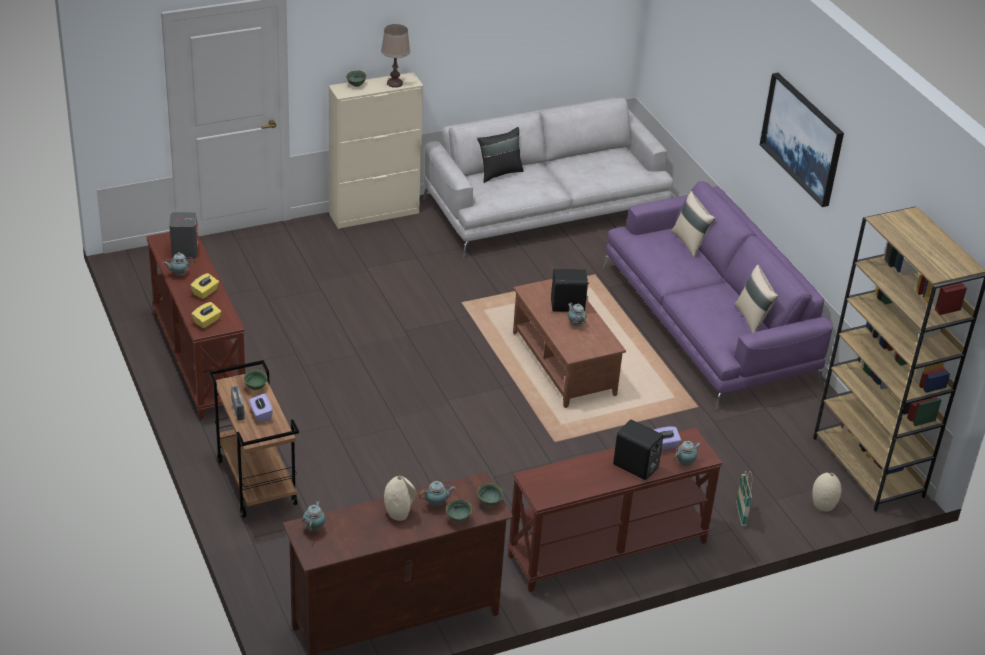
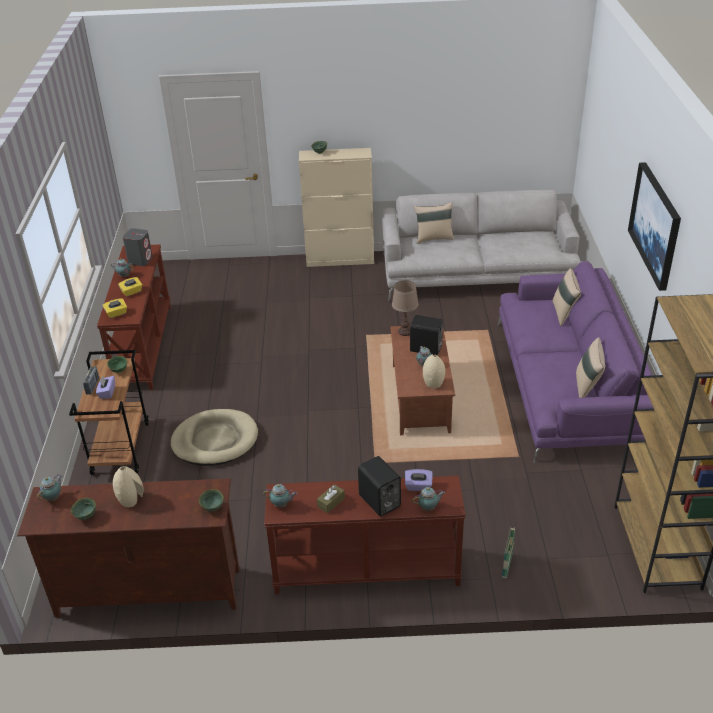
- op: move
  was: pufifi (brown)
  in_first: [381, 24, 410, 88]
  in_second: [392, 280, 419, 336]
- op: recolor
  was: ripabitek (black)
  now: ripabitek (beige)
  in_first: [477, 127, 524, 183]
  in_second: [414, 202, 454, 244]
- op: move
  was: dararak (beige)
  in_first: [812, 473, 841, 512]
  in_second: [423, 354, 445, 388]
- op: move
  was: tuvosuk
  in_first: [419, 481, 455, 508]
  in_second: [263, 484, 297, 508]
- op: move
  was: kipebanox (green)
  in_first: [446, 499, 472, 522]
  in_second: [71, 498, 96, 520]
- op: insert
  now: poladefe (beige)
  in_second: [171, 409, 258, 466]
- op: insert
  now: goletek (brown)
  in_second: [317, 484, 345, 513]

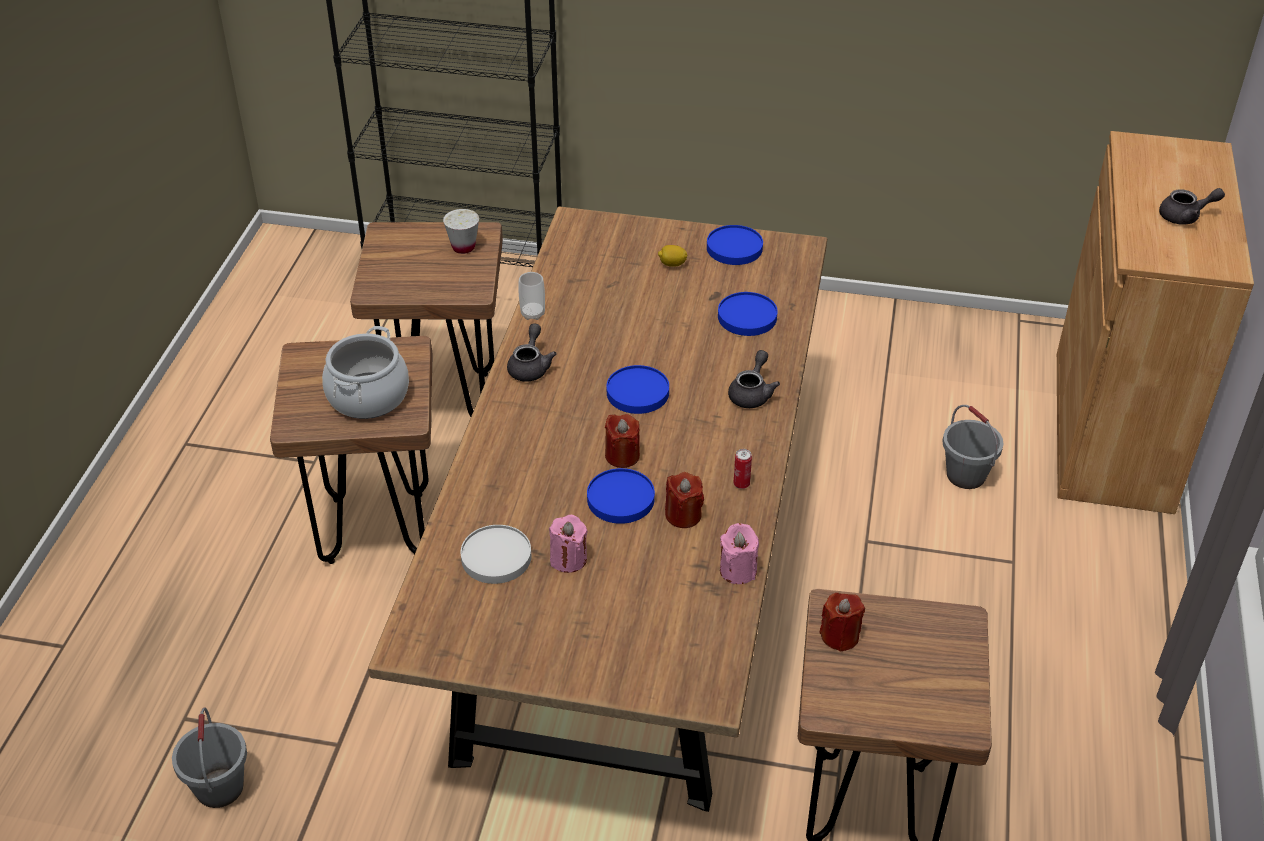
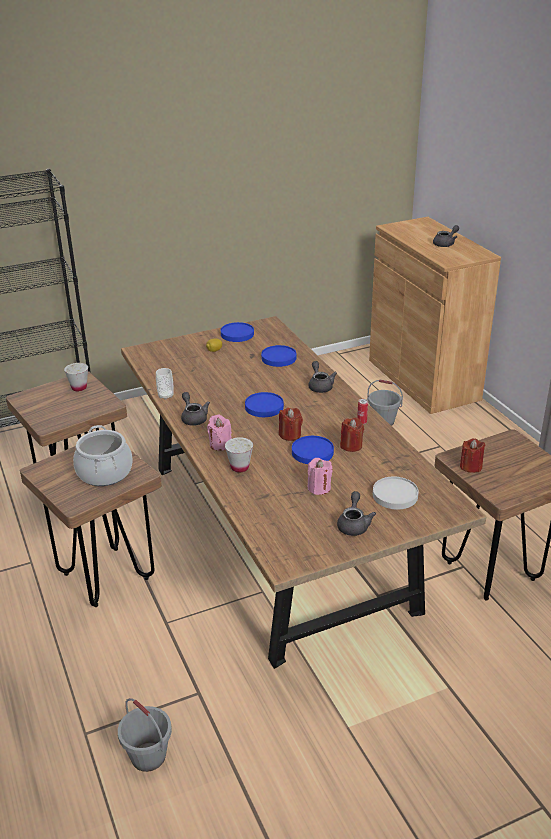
- op: move
  was: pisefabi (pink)
  in_first: [720, 523, 759, 584]
  in_second: [207, 415, 232, 451]
- op: move
  was: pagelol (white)
  in_first: [461, 525, 531, 584]
  in_second: [373, 477, 419, 510]
- op: insert
  now: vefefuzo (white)
  in_second: [225, 437, 253, 472]
- op: insert
  now: tuvosuk (grey)
  in_second: [337, 491, 376, 536]

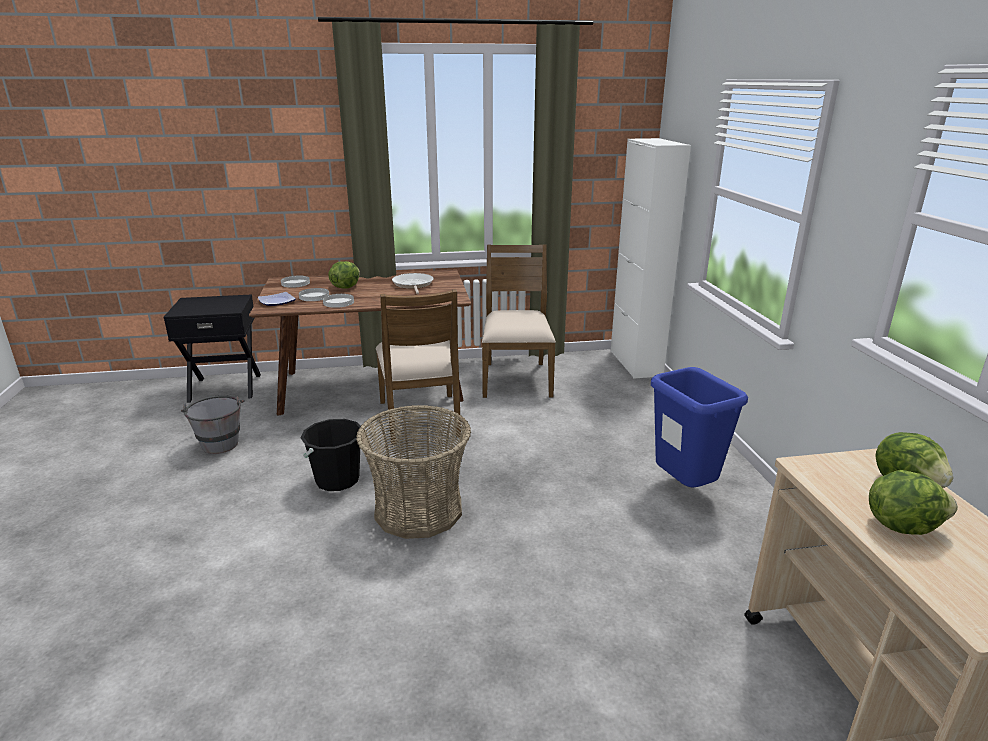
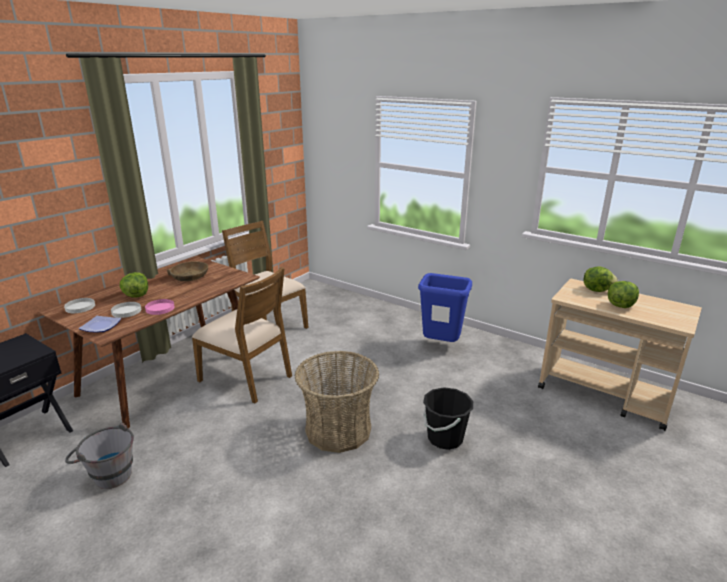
- op: delete
  was: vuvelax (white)
  in_first: [611, 138, 691, 379]
- op: replace
  was: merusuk
  now: kipebanox (brown)
  in_first: [392, 273, 434, 294]
  in_second: [167, 261, 208, 281]
- op: recolor
  was: pagelol (white)
  now: pagelol (pink)
  in_first: [323, 294, 354, 308]
  in_second: [145, 299, 175, 315]
- op: move
  was: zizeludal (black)
  in_first: [301, 419, 361, 491]
  in_second: [423, 387, 473, 450]

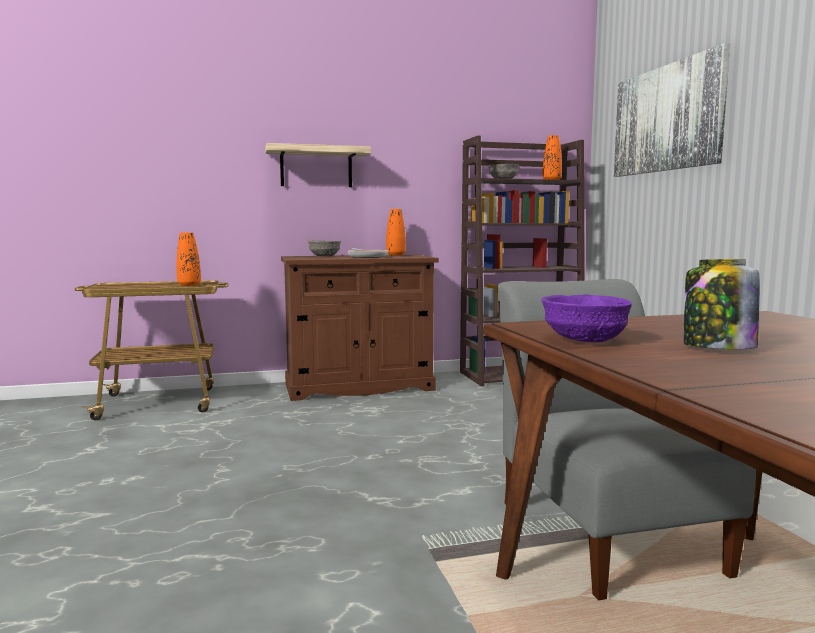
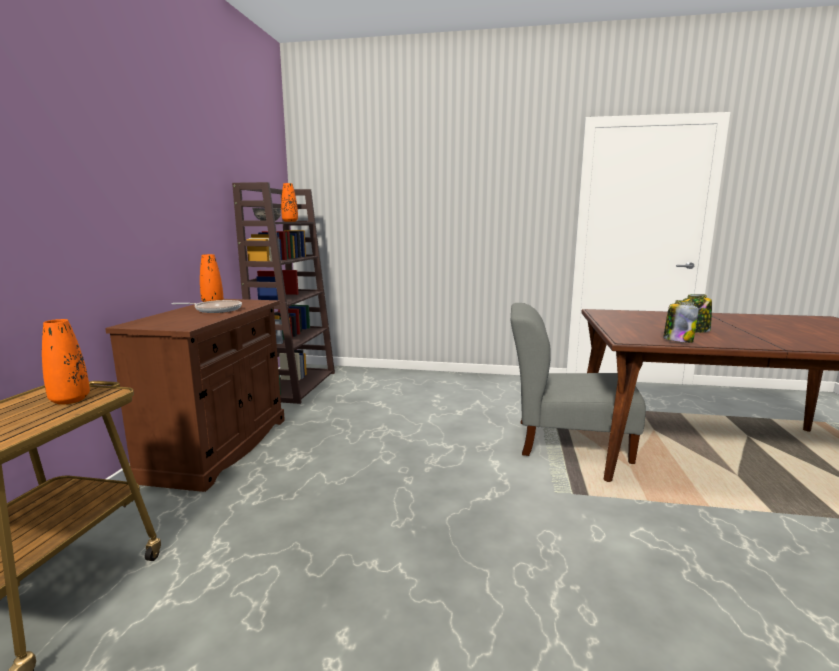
- op: delete
  was: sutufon
  in_first: [614, 43, 730, 177]
- op: delete
  was: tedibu
  in_first: [265, 143, 371, 187]
- op: delete
  was: kipebanox (grey)
  in_first: [308, 240, 341, 256]
- op: replace
  was: kipebanox (purple)
  now: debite
  in_first: [541, 294, 632, 342]
  in_second: [663, 300, 699, 343]

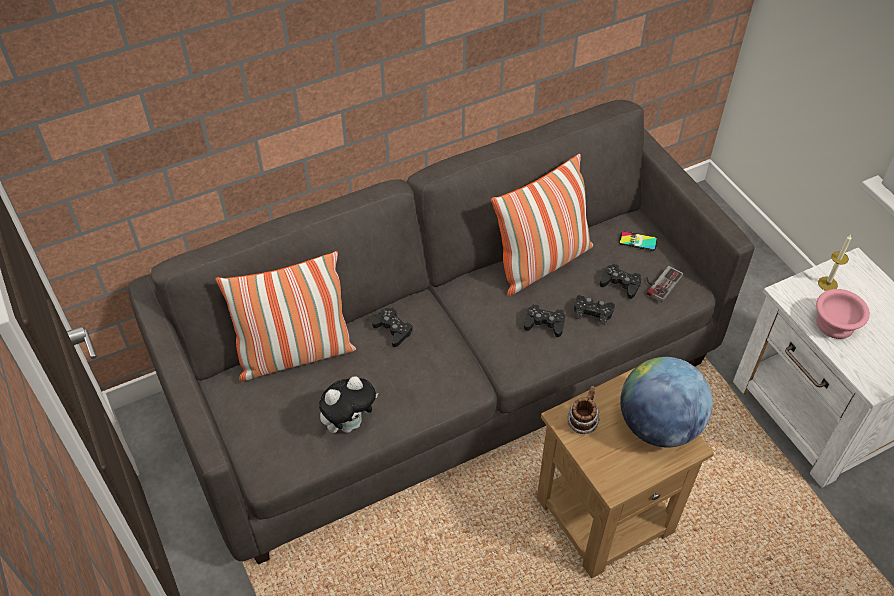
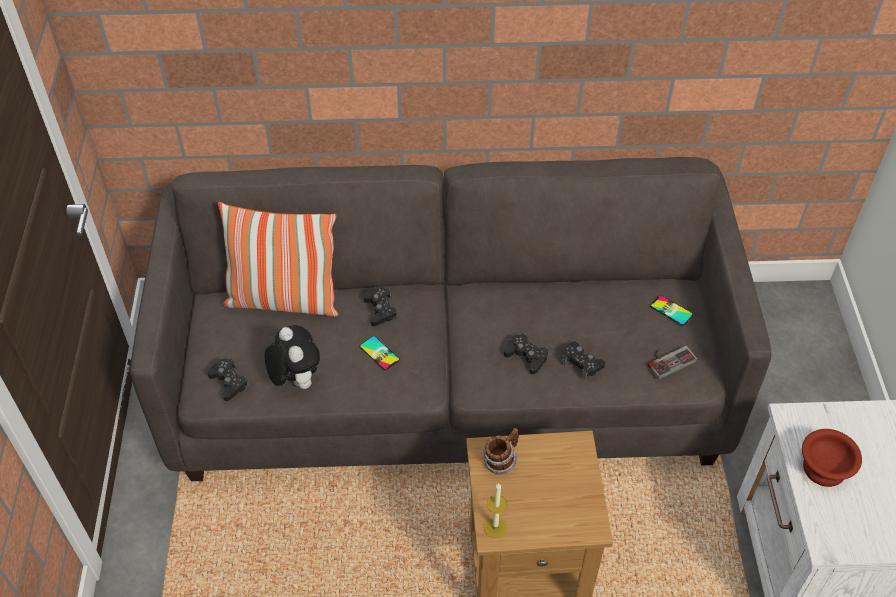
- op: delete
  was: ripabitek
  in_first: [491, 154, 593, 296]
- op: move
  was: pisefabi
  in_first: [818, 235, 851, 291]
  in_second: [484, 483, 508, 538]
- op: move
  was: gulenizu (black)
  in_first: [600, 264, 641, 299]
  in_second: [208, 358, 249, 401]
- op: recolor
  was: kipebanox (pink)
  now: kipebanox (brown)
  in_first: [816, 289, 870, 339]
  in_second: [802, 429, 862, 487]
- op: delete
  was: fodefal
  in_first: [620, 357, 713, 447]
- op: rotate
  was: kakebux
  in_first: [319, 376, 378, 433]
  in_second: [265, 325, 320, 389]
  clockwise: -105
- op: insert
  now: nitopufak
  in_second: [359, 336, 400, 370]

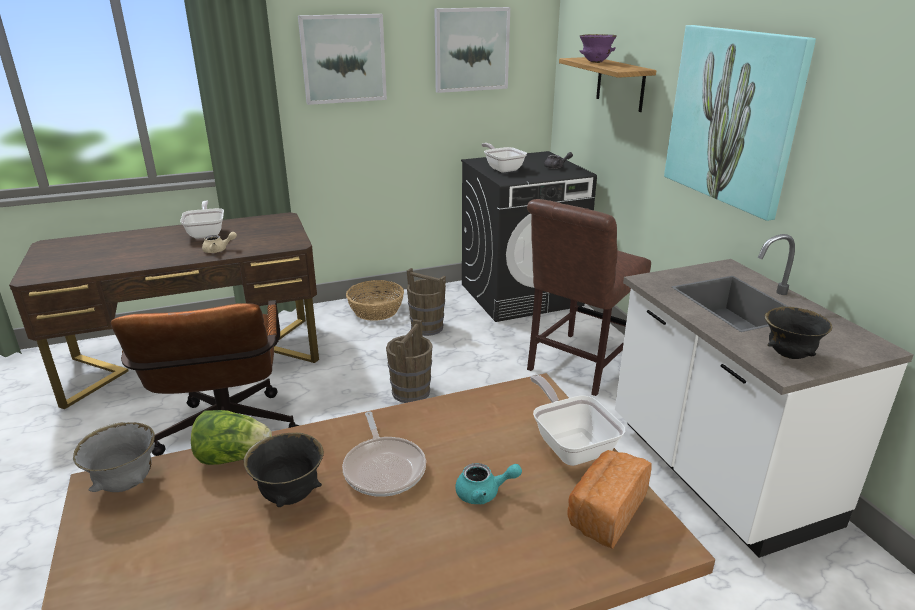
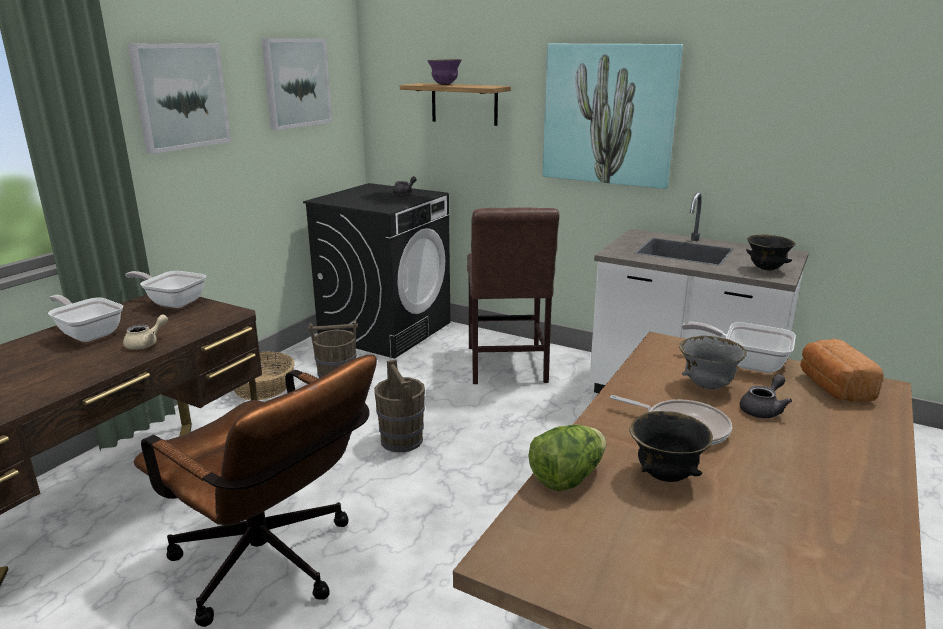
- op: move
  was: merusuk
  in_first: [481, 143, 527, 173]
  in_second: [125, 271, 206, 308]
- op: move
  was: kipebanox (grey)
  in_first: [73, 422, 155, 492]
  in_second: [679, 336, 747, 389]
- op: recolor
  was: tuvosuk (turquoise)
  now: tuvosuk (grey)
  in_first: [455, 463, 522, 504]
  in_second: [740, 374, 792, 418]

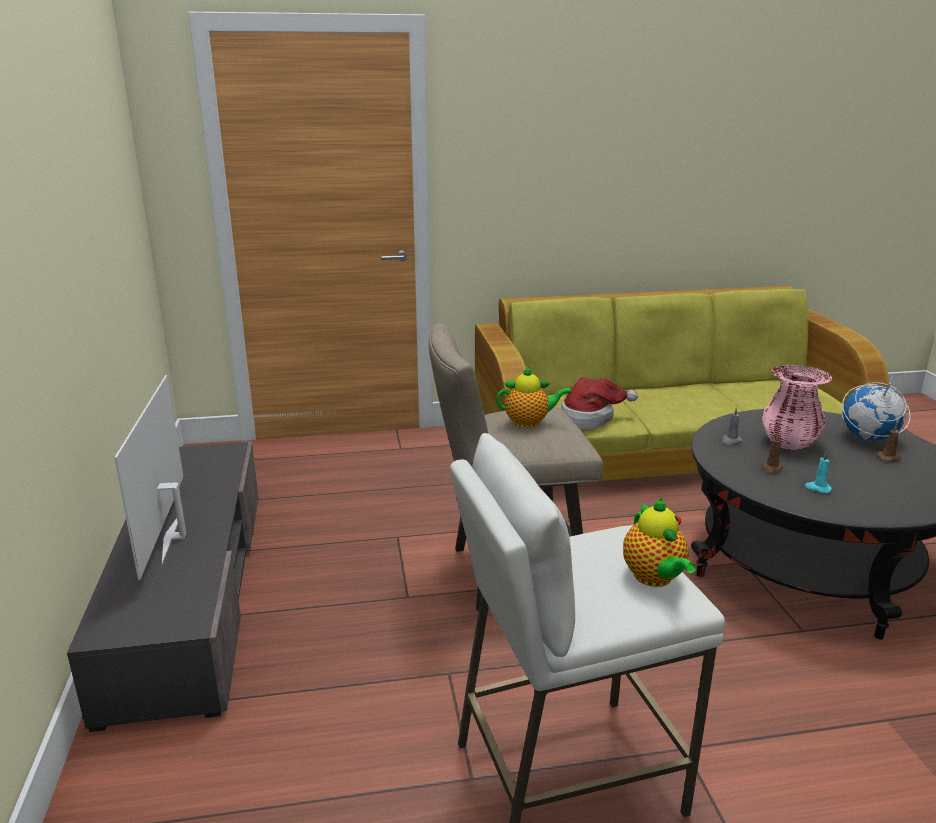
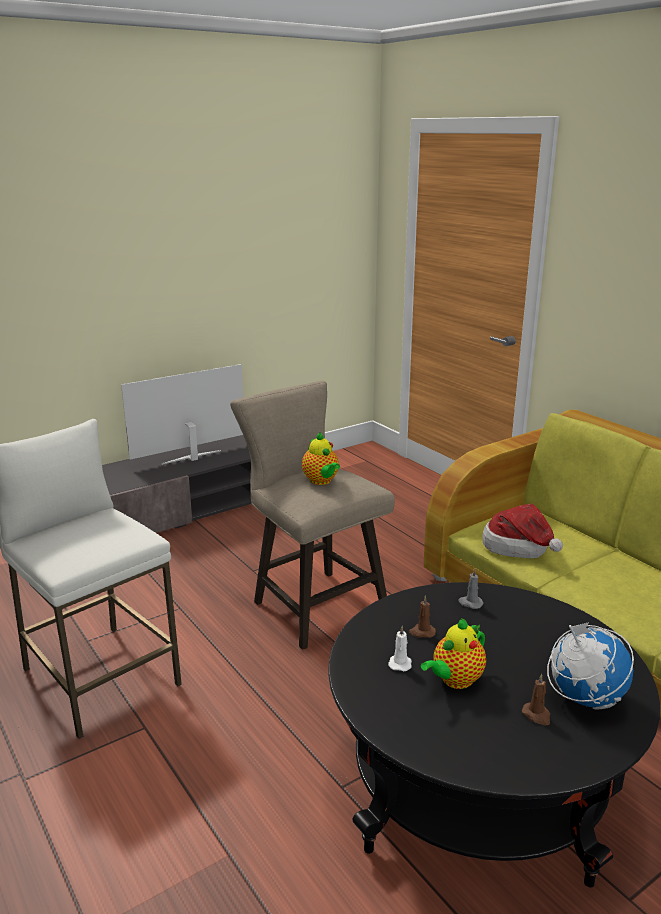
- op: delete
  was: dararak (pink)
  in_first: [762, 365, 832, 450]
- op: recolor
  was: pisefabi (turquoise)
  now: pisefabi (white)
  in_first: [805, 452, 832, 493]
  in_second: [388, 626, 412, 671]
- op: move
  was: tuvosuk
  in_first: [623, 498, 696, 587]
  in_second: [421, 618, 486, 689]

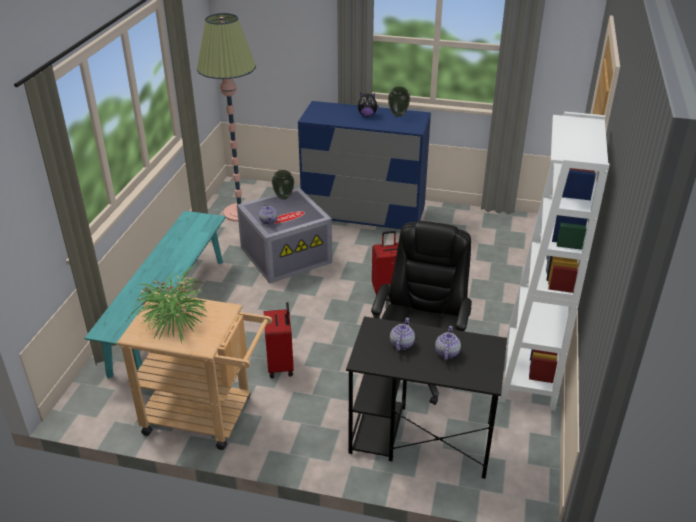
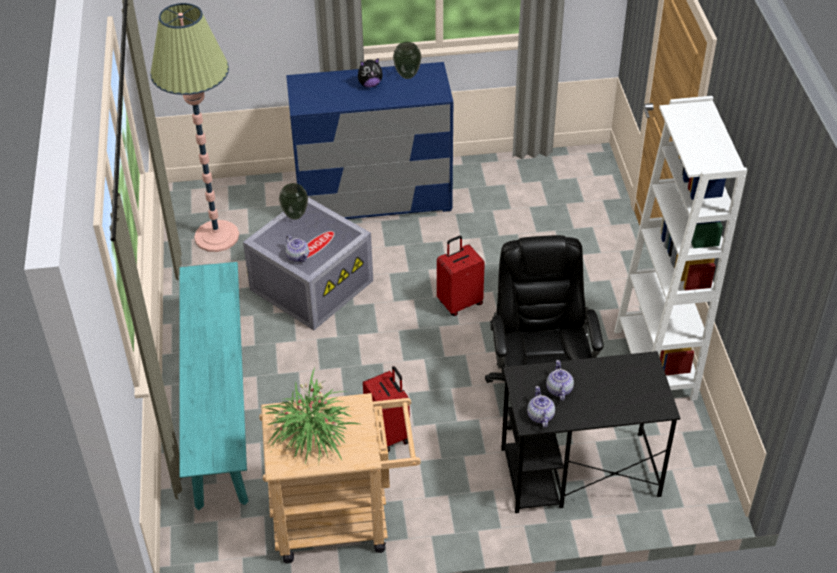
- op: move
  was: tuvosuk
  in_first: [435, 326, 461, 361]
  in_second: [527, 386, 555, 428]

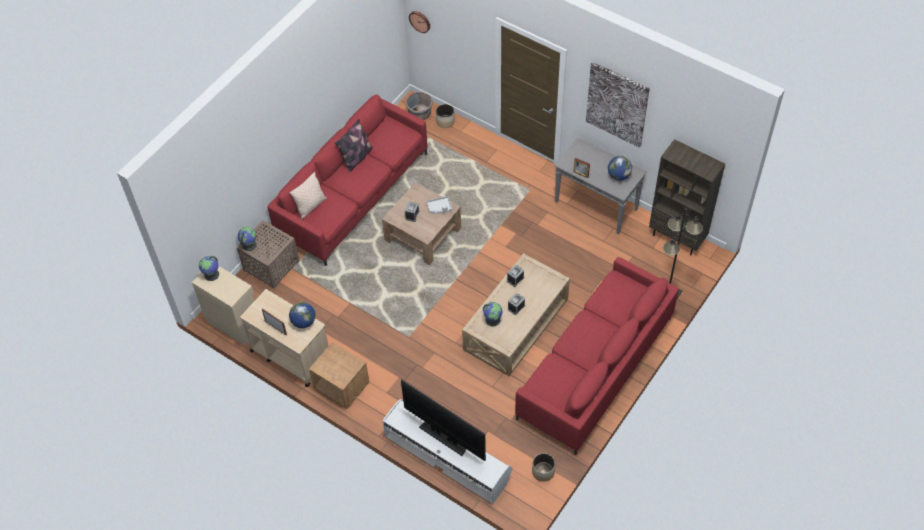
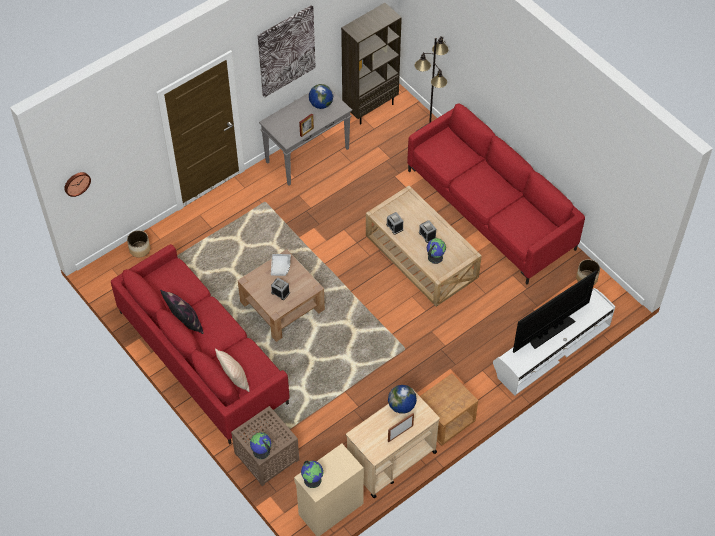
- op: delete
  was: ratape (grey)
  in_first: [406, 92, 433, 120]

